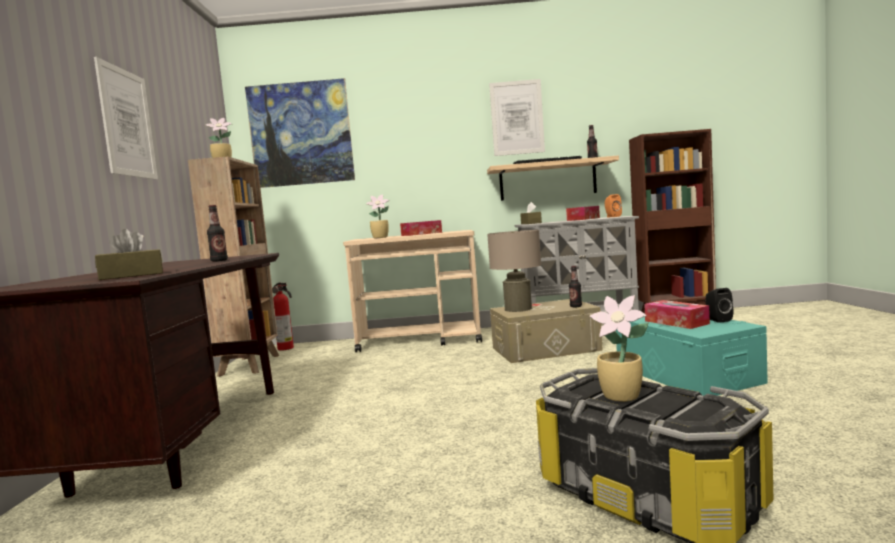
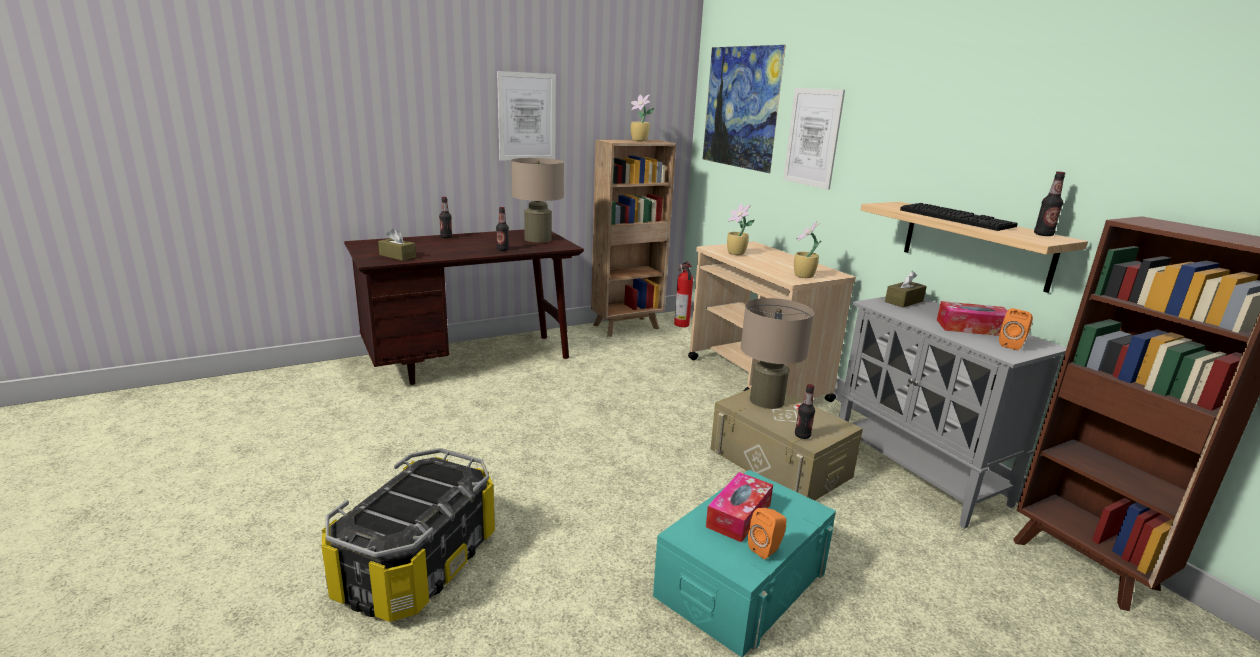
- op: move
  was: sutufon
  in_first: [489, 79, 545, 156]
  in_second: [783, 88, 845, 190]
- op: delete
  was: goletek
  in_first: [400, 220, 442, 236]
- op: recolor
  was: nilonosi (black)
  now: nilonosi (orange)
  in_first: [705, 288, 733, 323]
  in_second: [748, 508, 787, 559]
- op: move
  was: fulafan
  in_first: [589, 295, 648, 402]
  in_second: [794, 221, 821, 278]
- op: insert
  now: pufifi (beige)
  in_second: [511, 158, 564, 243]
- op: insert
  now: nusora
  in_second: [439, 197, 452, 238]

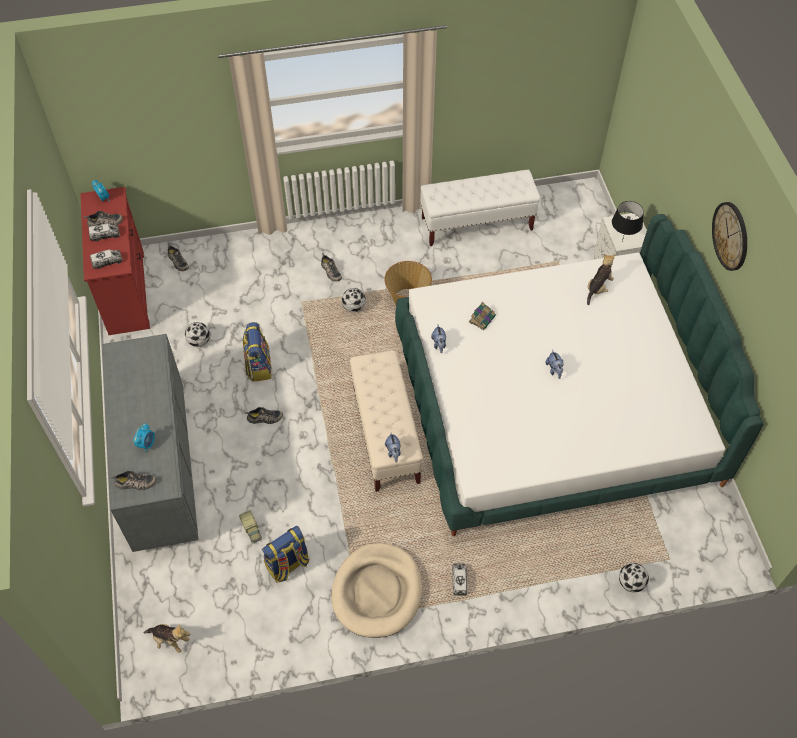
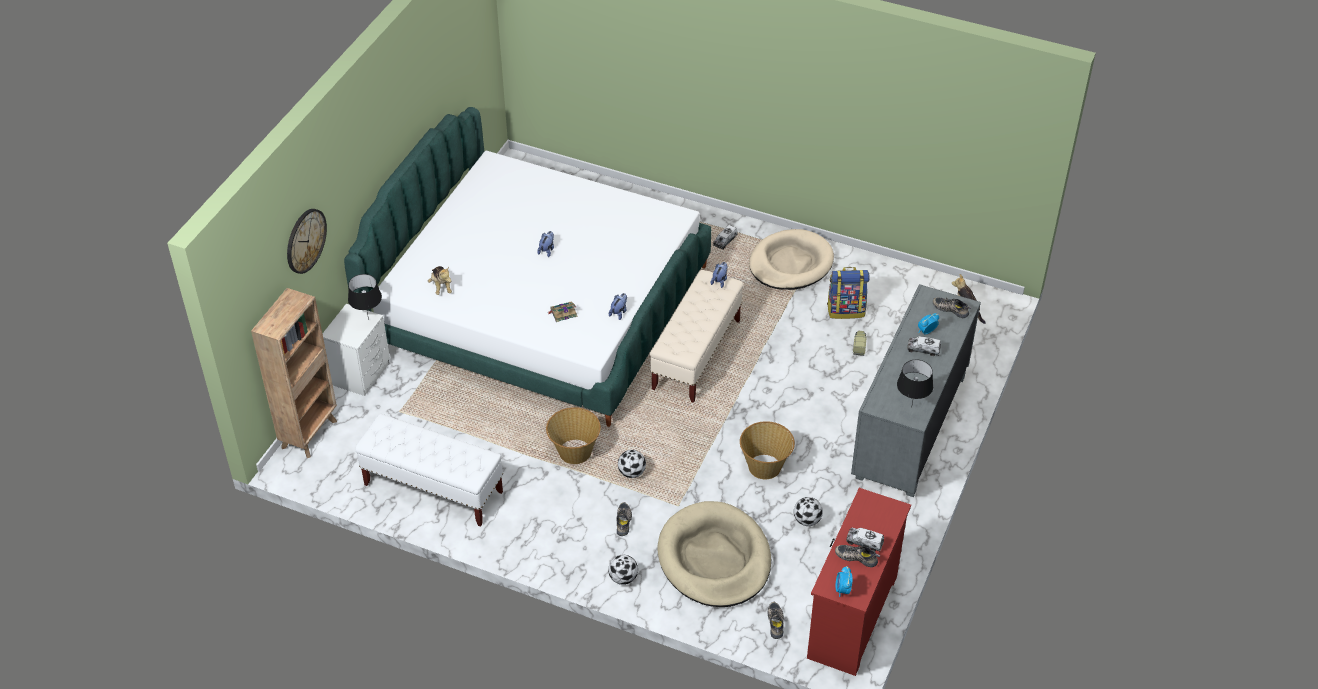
- op: move
  was: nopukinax
  in_first: [712, 202, 747, 271]
  in_second: [287, 209, 327, 274]
- op: move
  was: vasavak
  in_first: [90, 249, 123, 269]
  in_second: [907, 336, 941, 356]
- op: rotate
  was: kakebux
  in_first: [587, 254, 615, 305]
  in_second: [428, 266, 452, 295]
  clockwise: -90
- op: replace
  was: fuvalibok
  now: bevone
  in_first: [243, 322, 272, 381]
  in_second: [740, 421, 795, 479]
- op: delete
  was: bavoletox
  in_first: [245, 407, 283, 424]
- op: move
  was: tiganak
  in_first: [619, 563, 649, 593]
  in_second: [608, 555, 638, 585]
- op: insert
  now: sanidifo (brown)
  in_second: [251, 288, 337, 458]
- op: insert
  now: pufifi (black)
  in_second: [897, 360, 933, 408]
- op: insert
  now: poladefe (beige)
  in_second: [658, 501, 771, 607]

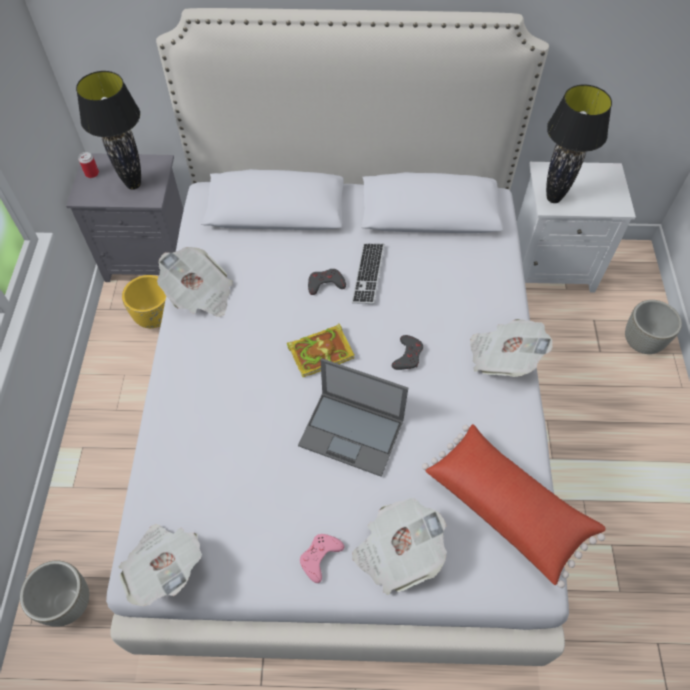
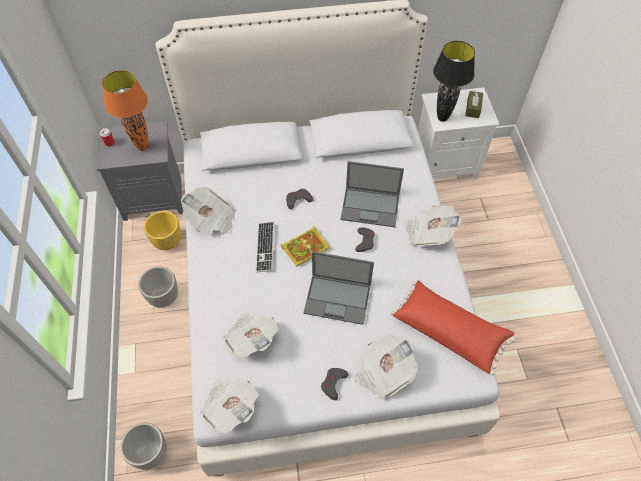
- op: recolor
  was: pufifi (black)
  now: pufifi (orange)
  in_first: [76, 71, 141, 190]
  in_second: [102, 70, 149, 151]
- op: move
  was: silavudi
  in_first: [352, 244, 385, 304]
  in_second: [256, 222, 274, 272]
- op: move
  was: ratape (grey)
  in_first: [625, 300, 682, 354]
  in_second: [138, 266, 178, 308]
- op: recolor
  was: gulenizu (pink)
  now: gulenizu (grey)
  in_first: [300, 534, 344, 583]
  in_second: [321, 368, 349, 400]
- op: insert
  now: goletek (brown)
  in_second: [465, 91, 483, 118]
- op: insert
  now: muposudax
  in_second: [340, 161, 404, 227]
- op: insert
  now: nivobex
  in_second: [223, 313, 279, 357]

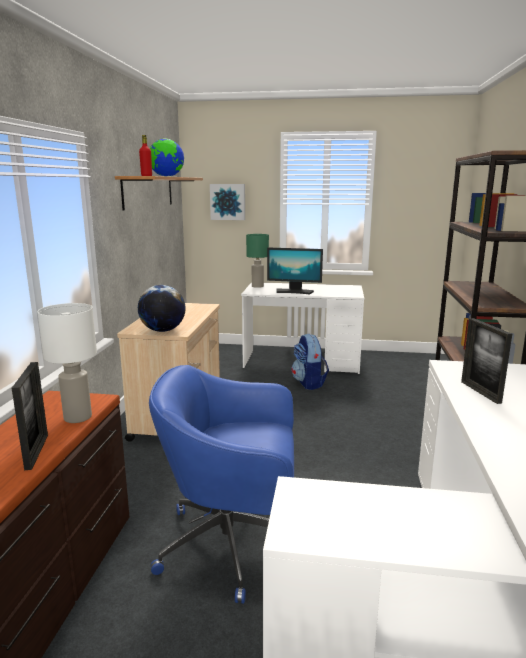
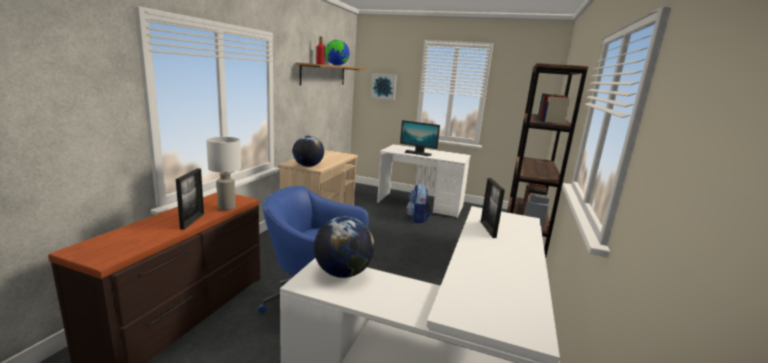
- op: delete
  was: pufifi (green)
  in_first: [246, 234, 269, 288]
- op: insert
  now: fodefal
  in_second: [314, 217, 374, 278]

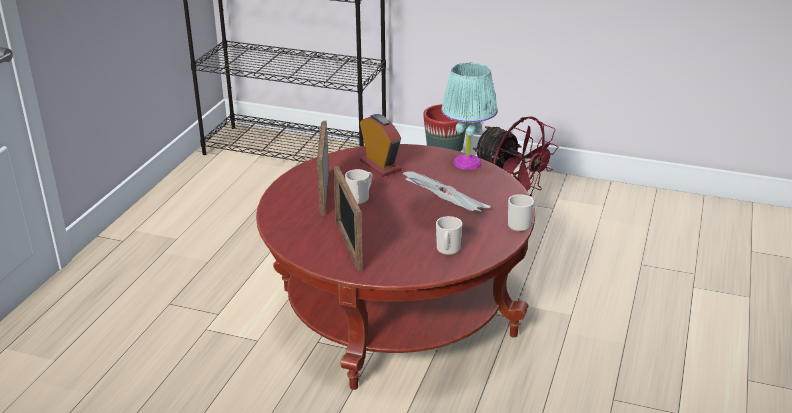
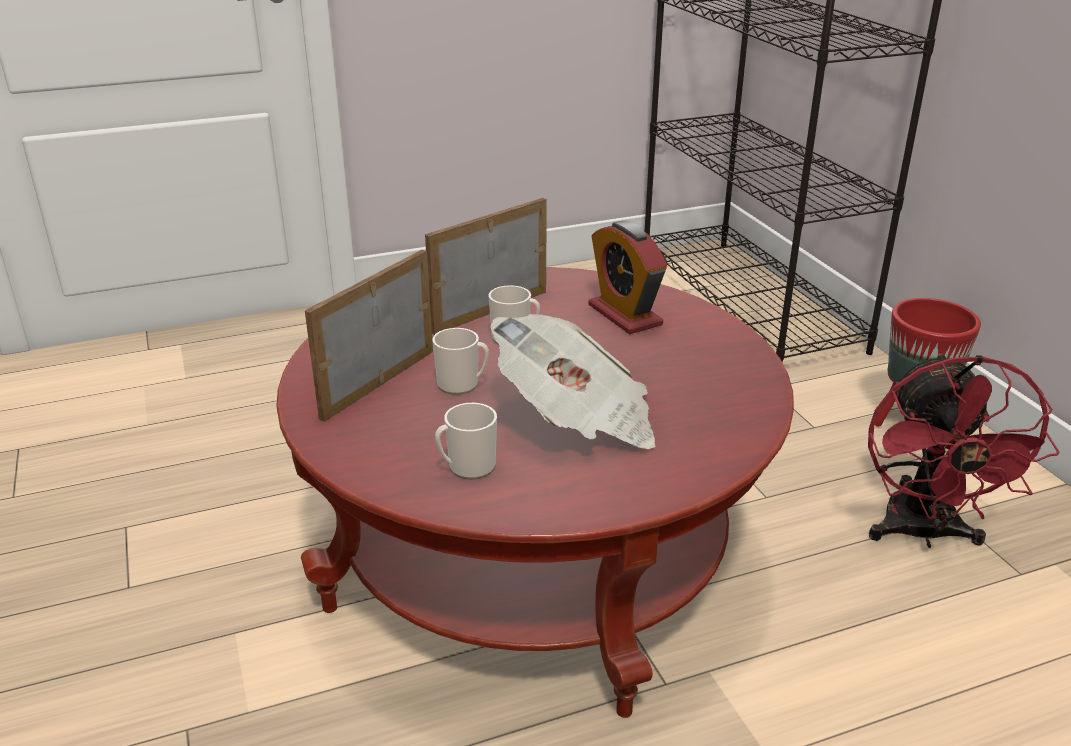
- op: delete
  was: pufifi (turquoise)
  in_first: [441, 62, 498, 170]
- op: rotate
  was: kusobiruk
  in_first: [360, 114, 402, 177]
  in_second: [588, 221, 667, 334]
  clockwise: 135
- op: move
  was: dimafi
  in_first: [508, 194, 534, 232]
  in_second: [432, 328, 489, 395]

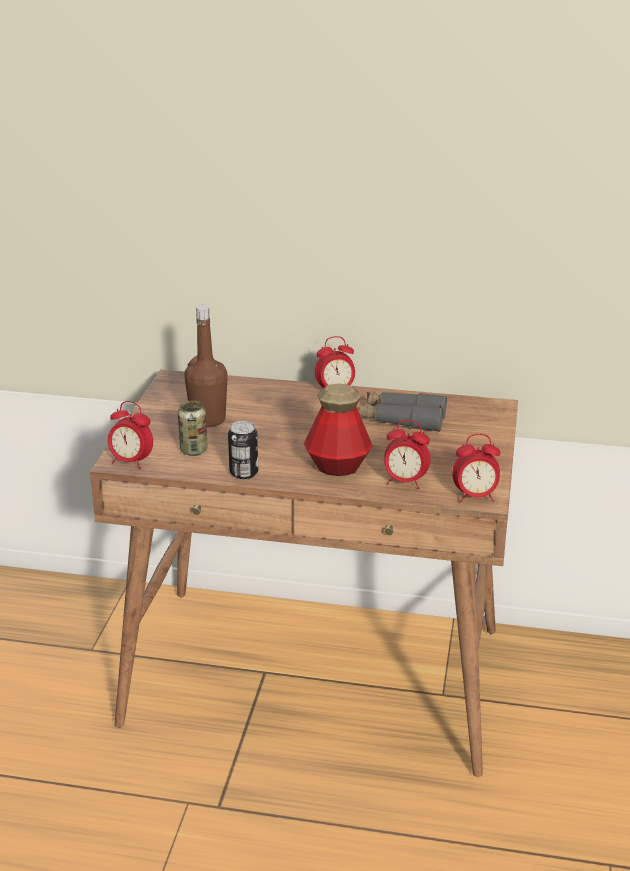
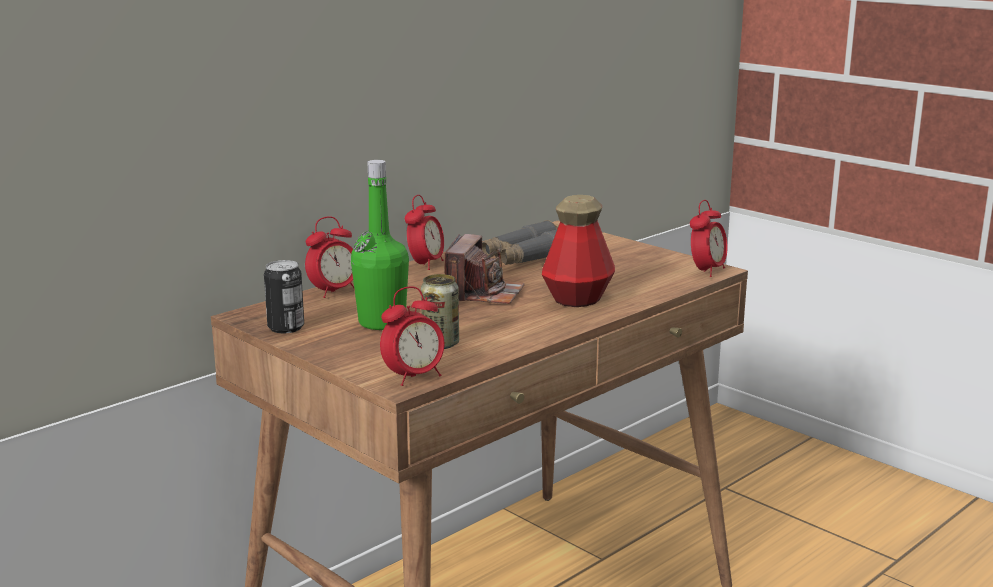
- op: recolor
  was: nusora (brown)
  now: nusora (green)
  in_first: [184, 305, 228, 427]
  in_second: [351, 160, 409, 330]
- op: move
  was: kusobiruk
  in_first: [384, 420, 431, 489]
  in_second: [305, 216, 354, 298]
- op: move
  was: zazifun
  in_first: [228, 421, 258, 479]
  in_second: [264, 260, 304, 333]
- op: insert
  now: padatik
  in_second: [445, 234, 525, 304]

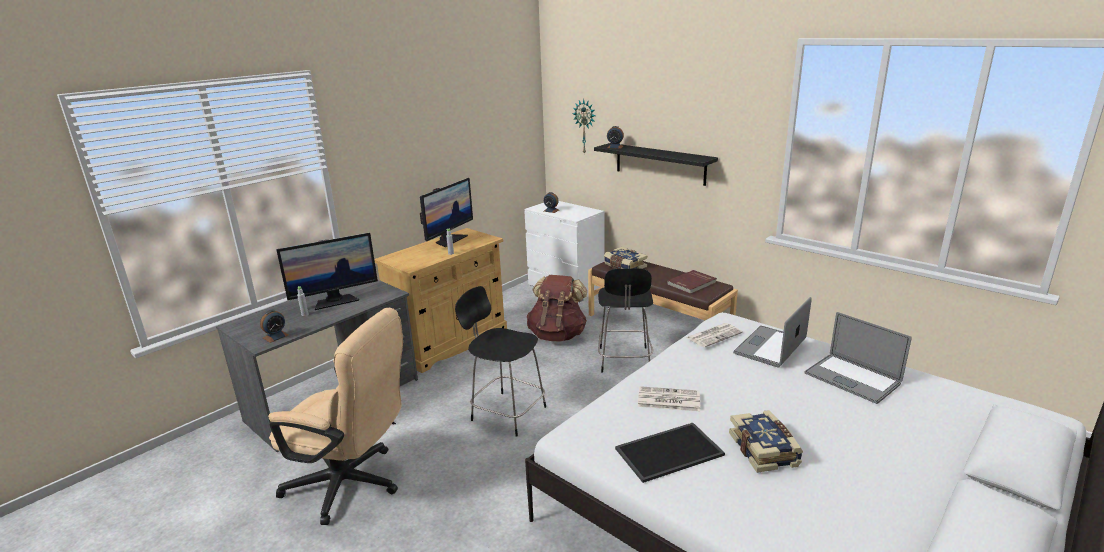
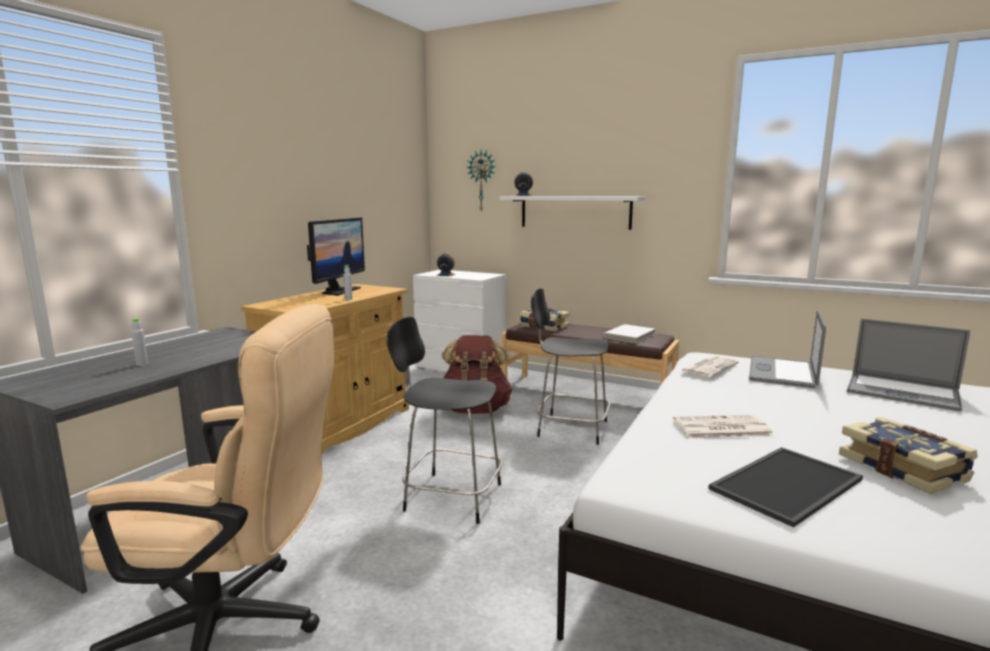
- op: recolor
  was: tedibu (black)
  now: tedibu (white)
  in_first: [594, 143, 718, 186]
  in_second: [500, 196, 646, 230]
- op: delete
  was: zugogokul
  in_first: [276, 233, 378, 310]
- op: rotate
  was: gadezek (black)
  in_first: [598, 268, 653, 373]
  in_second: [531, 289, 610, 445]
  clockwise: 120
- op: recolor
  was: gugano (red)
  now: gugano (white)
  in_first: [667, 270, 717, 294]
  in_second: [603, 324, 655, 343]
- op: delete
  was: kusobiruk
  in_first: [260, 310, 289, 343]

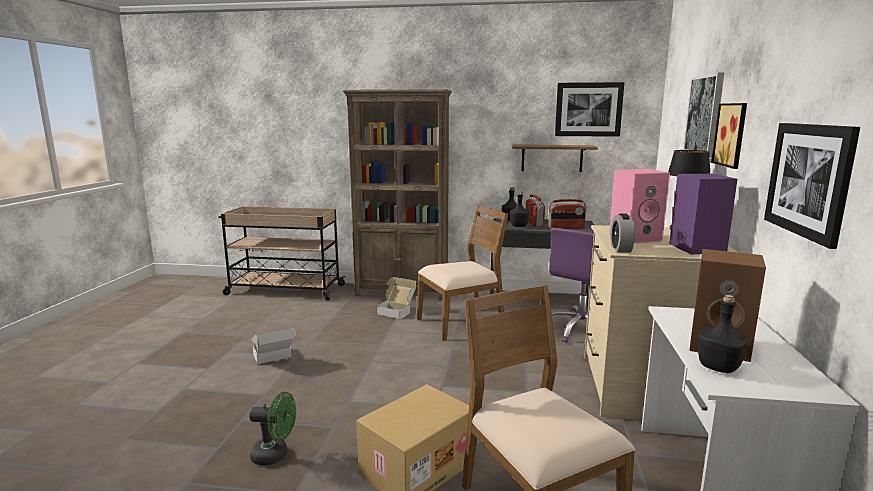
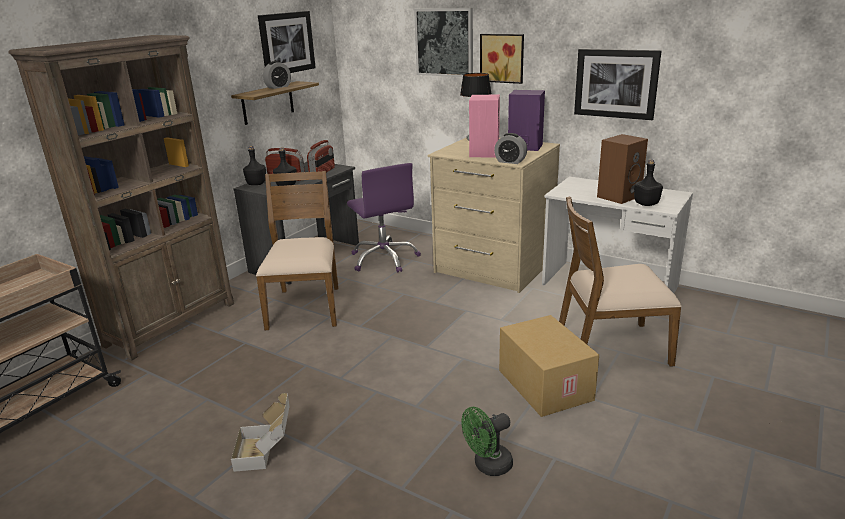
- op: delete
  was: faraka
  in_first: [377, 277, 416, 319]
- op: rotate
  was: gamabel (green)
  in_first: [249, 392, 296, 465]
  in_second: [461, 407, 513, 476]
  clockwise: -150
- op: insert
  now: kusobiruk
  in_second: [263, 61, 291, 89]

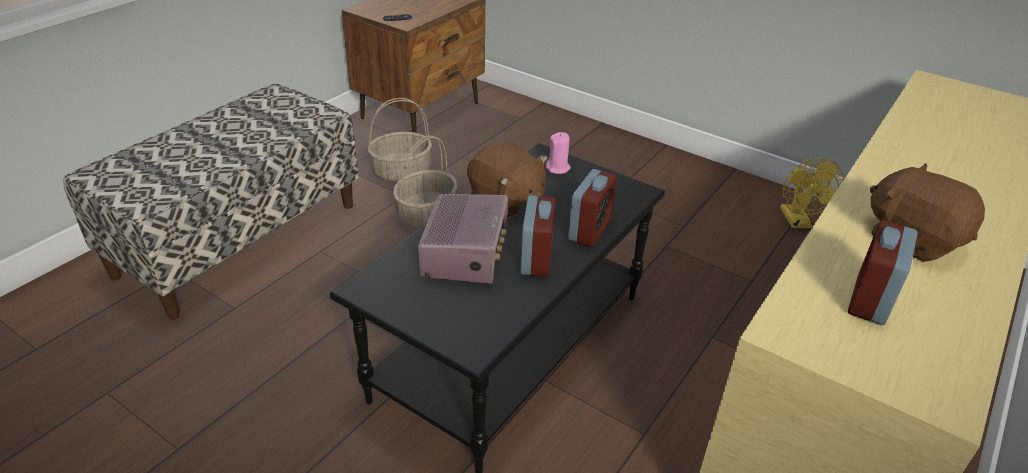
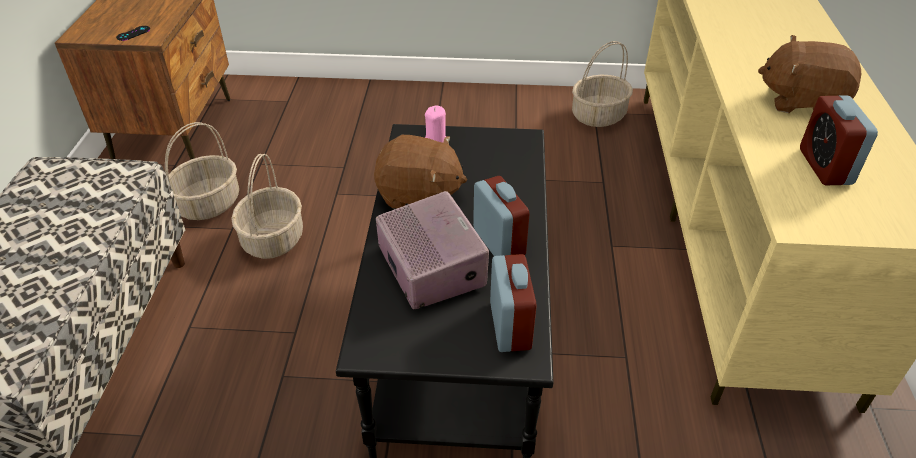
- op: replace
  was: gamabel (yellow)
  now: bevone
  in_first: [780, 158, 844, 228]
  in_second: [572, 41, 633, 127]
- op: move
  was: kusobiruk
  in_first: [568, 169, 617, 247]
  in_second: [490, 254, 537, 352]

